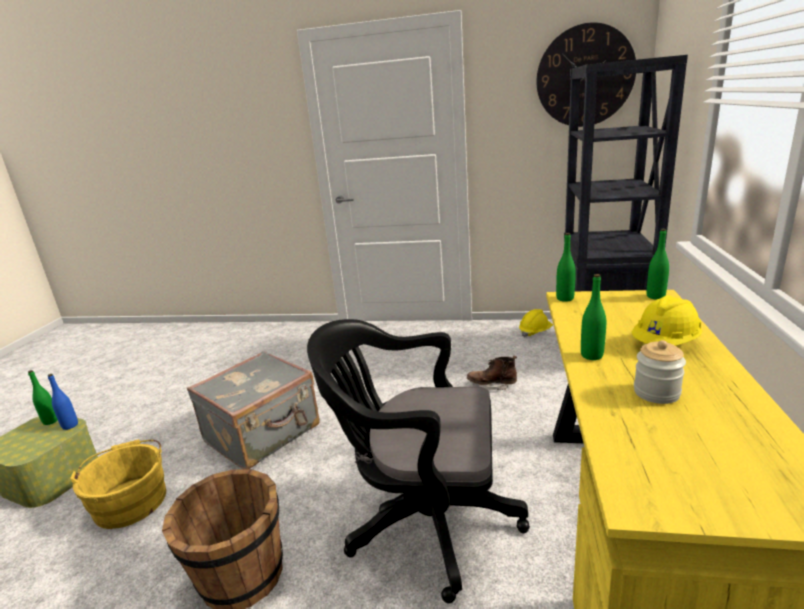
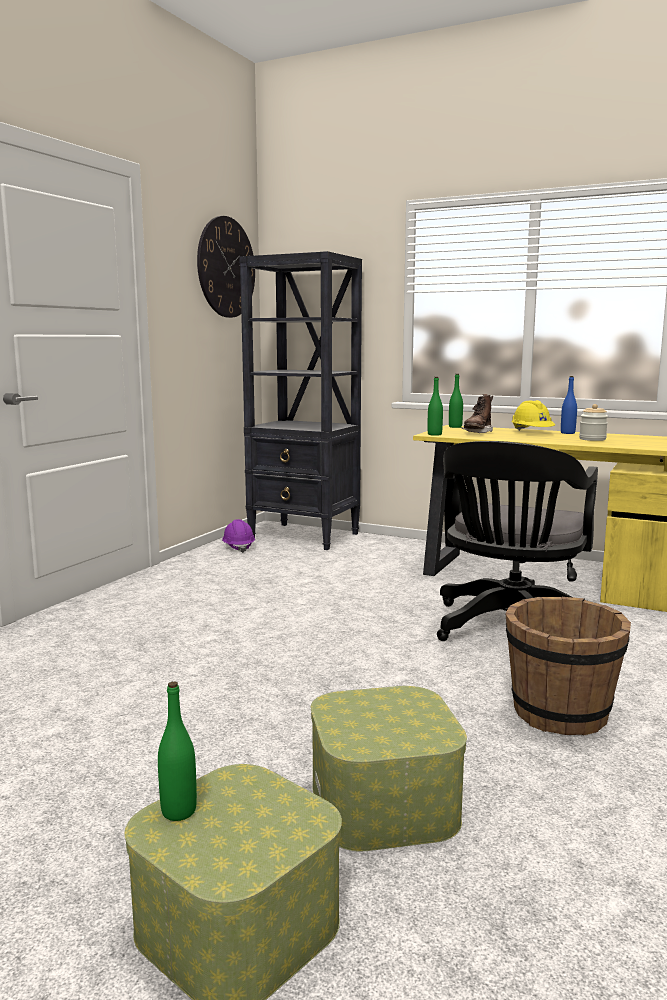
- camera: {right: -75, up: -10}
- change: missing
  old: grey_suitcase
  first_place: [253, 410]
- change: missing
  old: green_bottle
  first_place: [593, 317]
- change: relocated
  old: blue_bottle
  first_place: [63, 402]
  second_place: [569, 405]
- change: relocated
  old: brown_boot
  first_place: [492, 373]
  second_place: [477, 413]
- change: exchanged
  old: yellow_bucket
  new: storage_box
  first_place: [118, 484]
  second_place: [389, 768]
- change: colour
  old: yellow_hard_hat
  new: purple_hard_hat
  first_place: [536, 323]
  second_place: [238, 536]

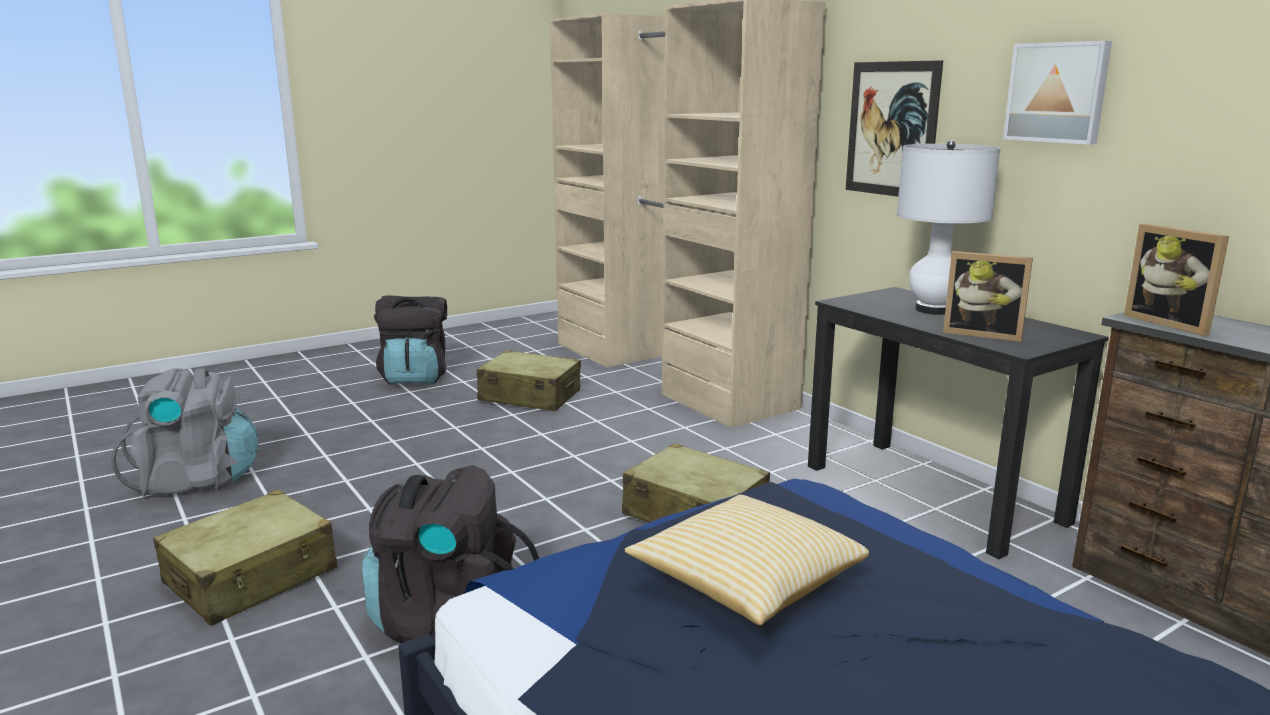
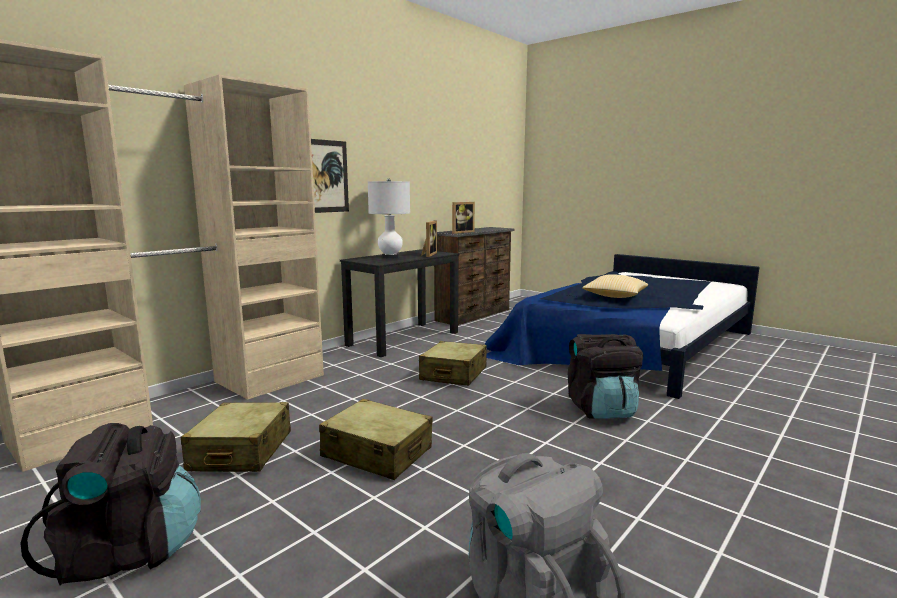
- camera: {right: -105, up: -5}
- change: missing
  old: picture
  first_place: [1057, 93]
- change: relocated
  old: beige_suitcase
  first_place: [245, 558]
  second_place: [376, 439]

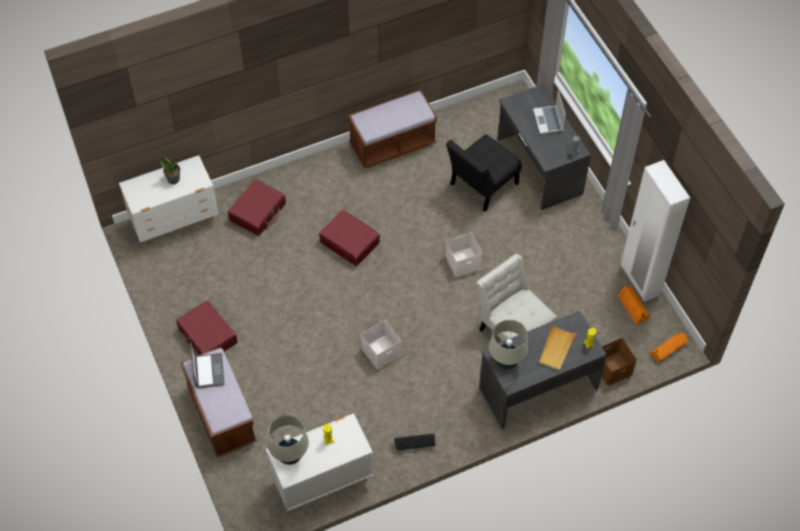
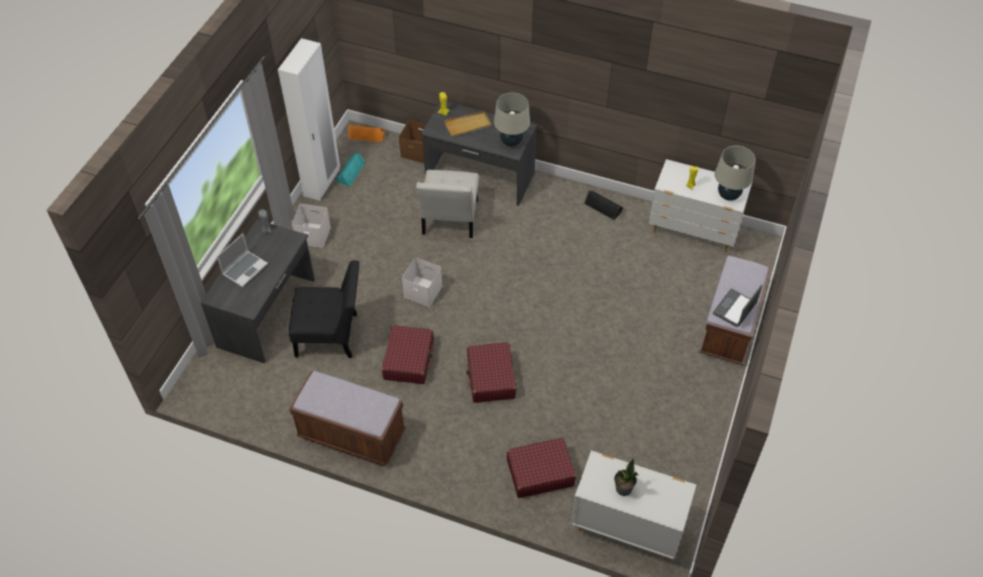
- camera: {right: -135, up: -5}
- change: relocated
  old: red_suitcase
  first_place: [206, 327]
  second_place: [408, 354]
- change: relocated
  old: white_storage_box
  first_place: [381, 344]
  second_place: [311, 225]
- change: colour
  old: orange_speaker
  new: turquoise_speaker
  first_place: [634, 305]
  second_place: [351, 169]

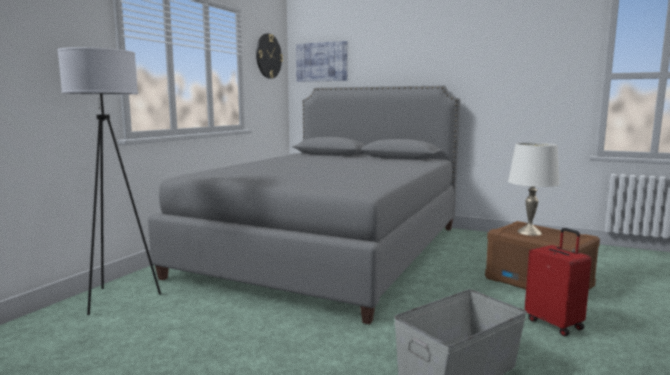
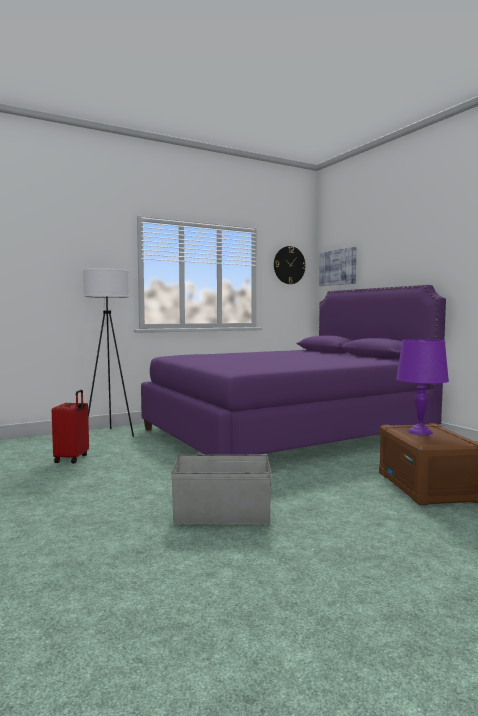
- camera: {right: 35, up: -5}
- change: relocated
  old: red_suitcase
  first_place: [558, 282]
  second_place: [70, 427]
- change: colour
  old: grey_bed
  new: purple_bed
  first_place: [304, 205]
  second_place: [293, 370]
- change: colour
  old: white_table_lamp
  new: purple_table_lamp
  first_place: [534, 189]
  second_place: [422, 387]

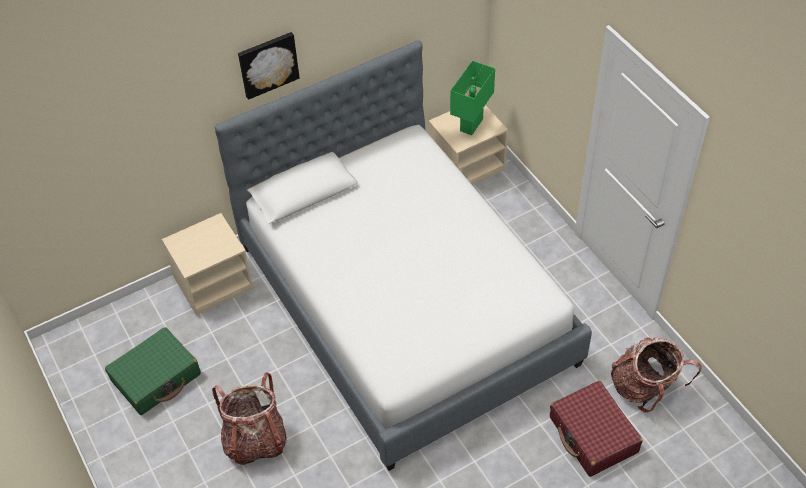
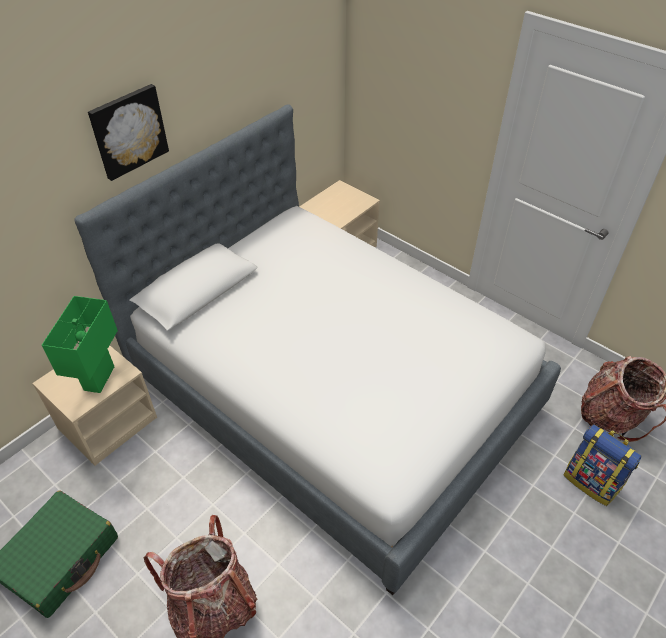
- camera: {right: -20, up: -5}
- change: relocated
  old: green_table_lamp
  first_place: [472, 98]
  second_place: [80, 344]
- change: exchanged
  old: red_suitcase
  new: backpack
  first_place: [596, 429]
  second_place: [602, 465]

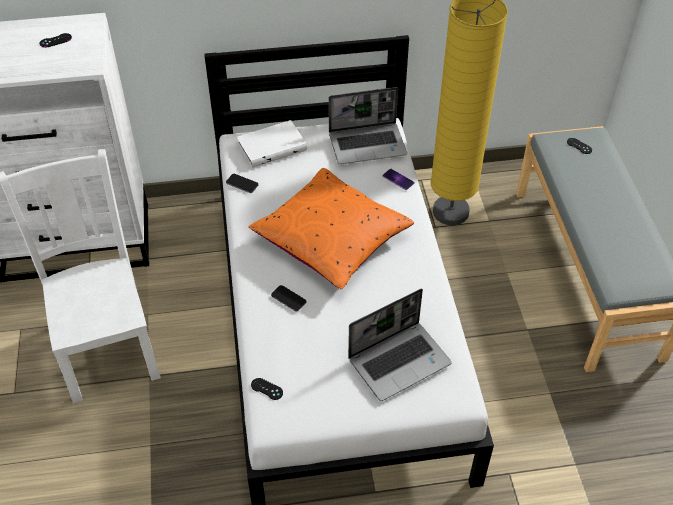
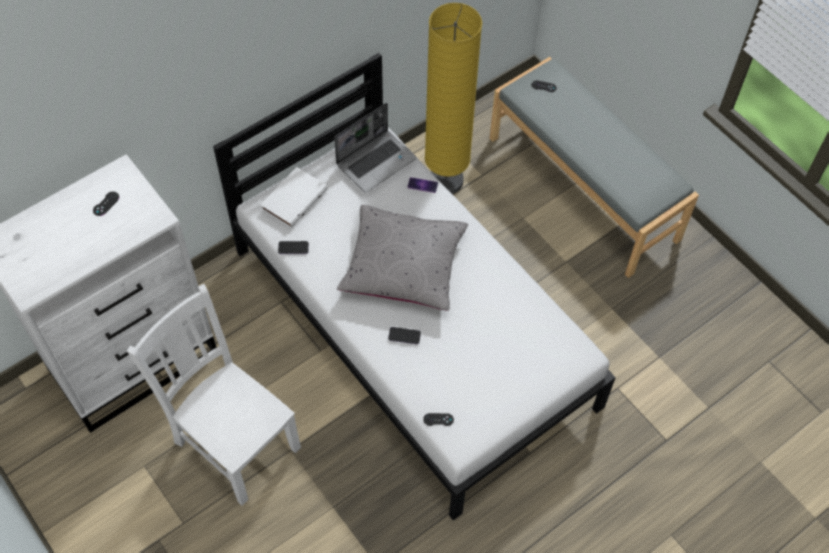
- camera: {right: -30, up: 10}
- change: missing
  old: laptop
  first_place: [400, 344]
- change: colour
  old: orange_pillow
  new: grey_pillow
  first_place: [331, 228]
  second_place: [402, 258]

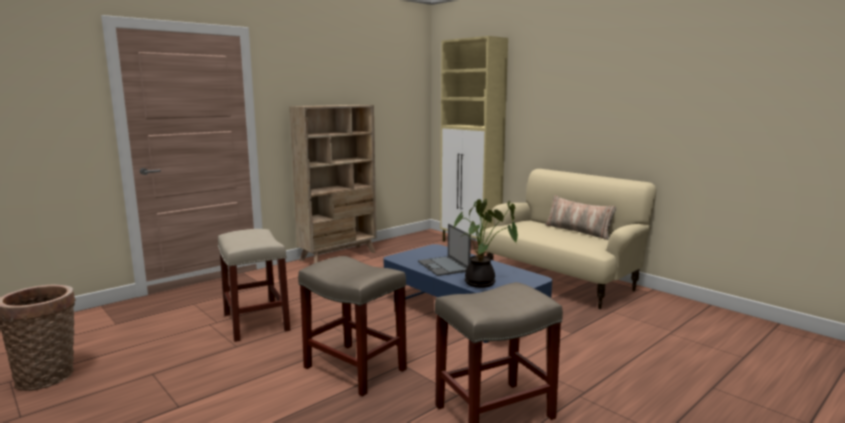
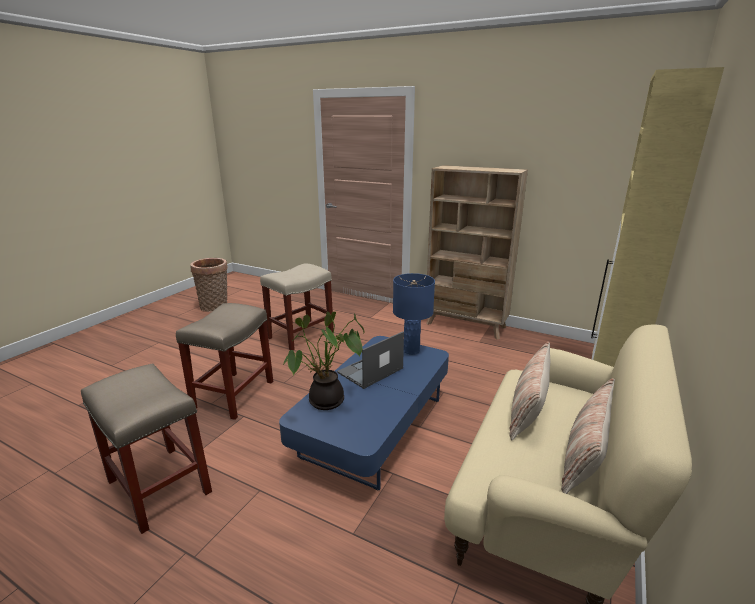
- camera: {right: 70, up: 10}
- change: appeared
  new: blue_table_lamp
  second_place: [414, 314]
- change: appeared
  new: pillow
  second_place: [530, 391]

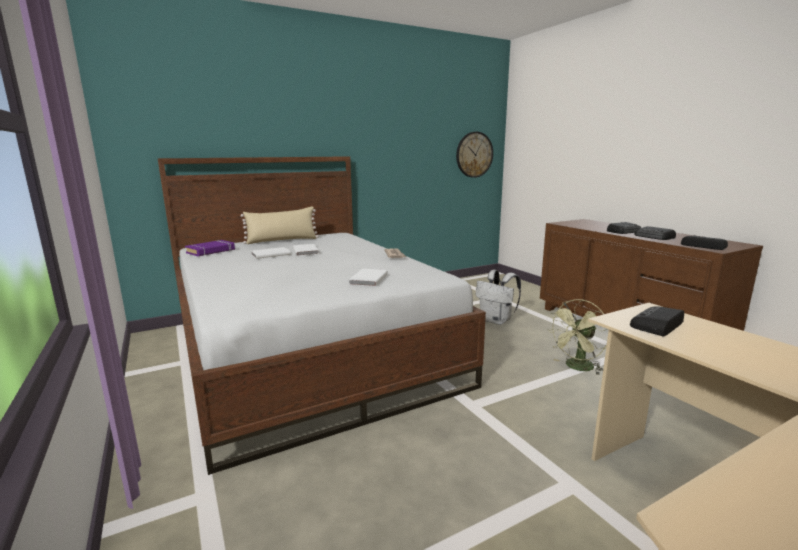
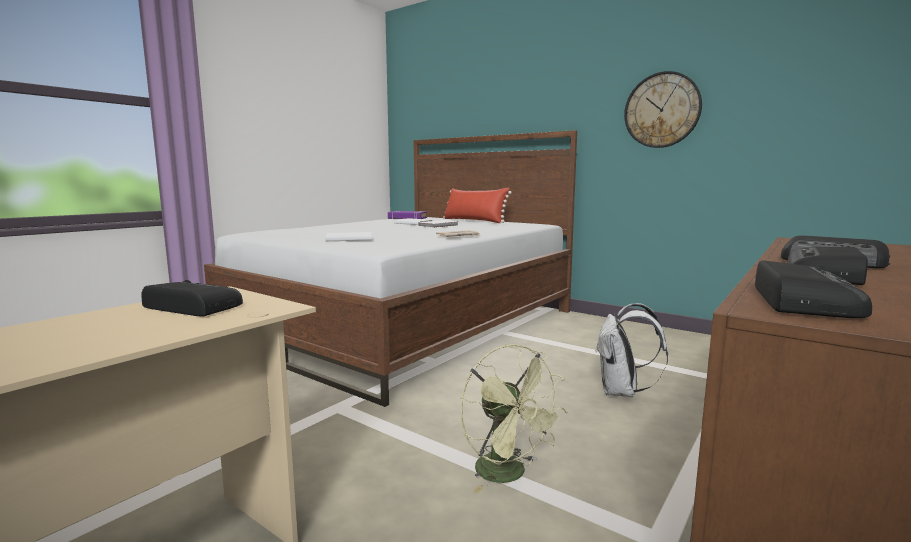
- camera: {right: 65, up: -5}
- change: relocated
  old: wall_clock
  first_place: [474, 155]
  second_place: [663, 109]
- change: colour
  old: beige_pillow
  new: red_pillow
  first_place: [280, 225]
  second_place: [477, 205]
- change: spun
  old: green_fan
  first_place: [578, 337]
  second_place: [514, 418]
  degrees: -150

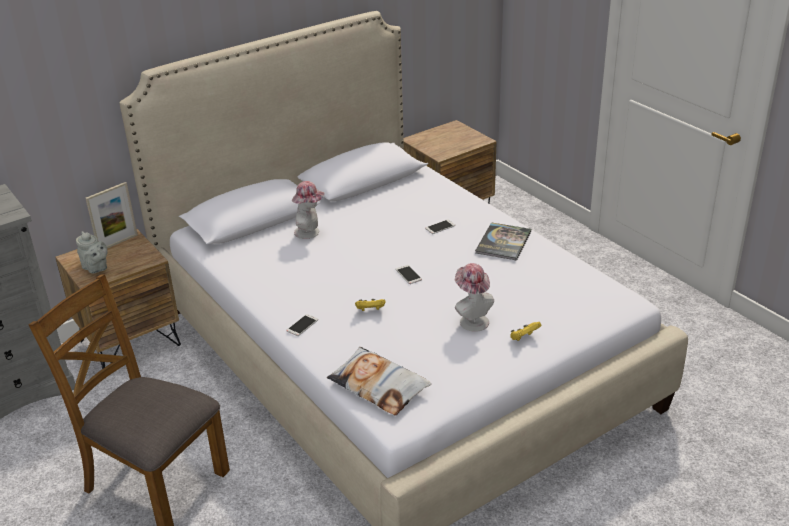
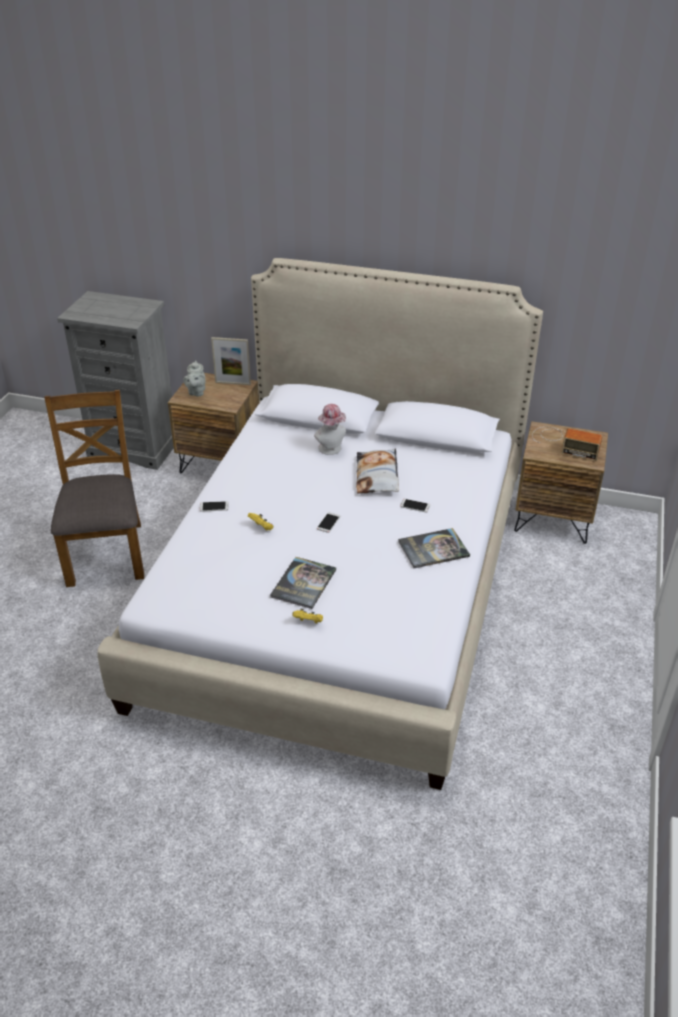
- camera: {right: 50, up: 5}
- change: appeared
  new: radio
  second_place: [567, 444]
- change: relocated
  old: pillow
  first_place: [379, 381]
  second_place: [377, 471]
- change: exchanged
  old: hat
  new: book
  first_place: [474, 297]
  second_place: [303, 583]

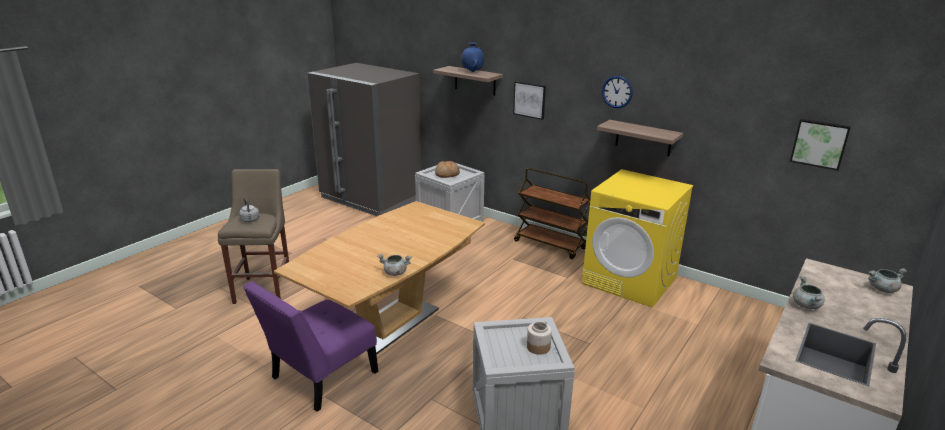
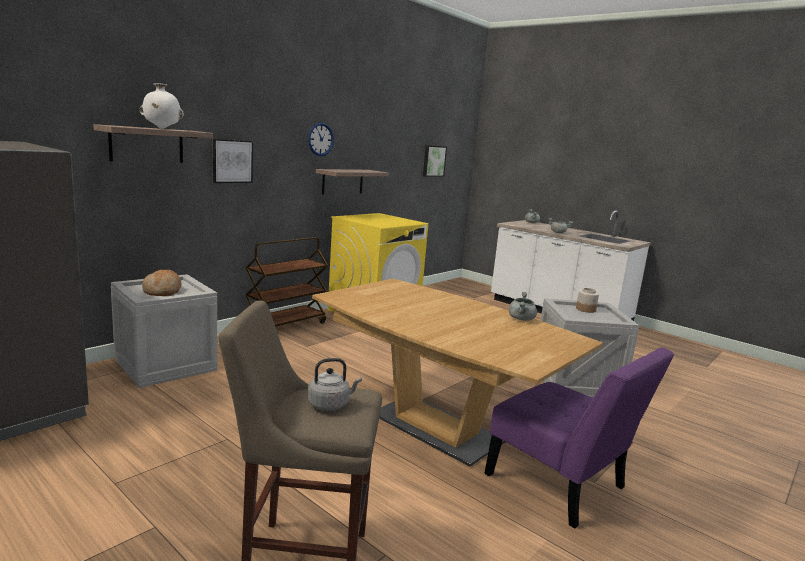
- camera: {right: -85, up: -10}
- change: colour
  old: blue_vase
  new: white_vase
  first_place: [472, 57]
  second_place: [161, 106]

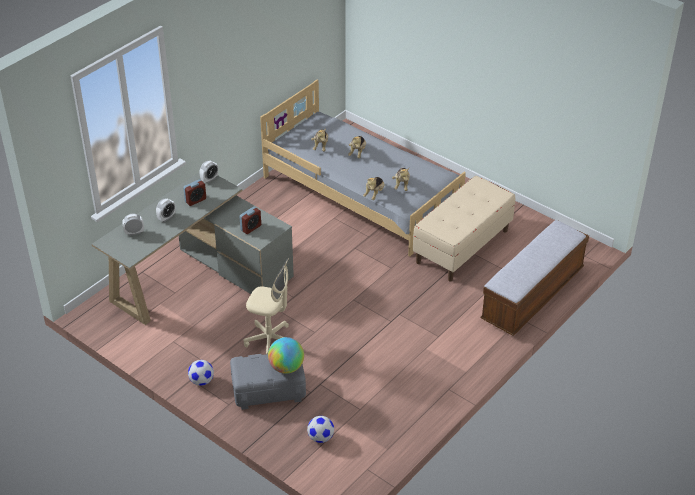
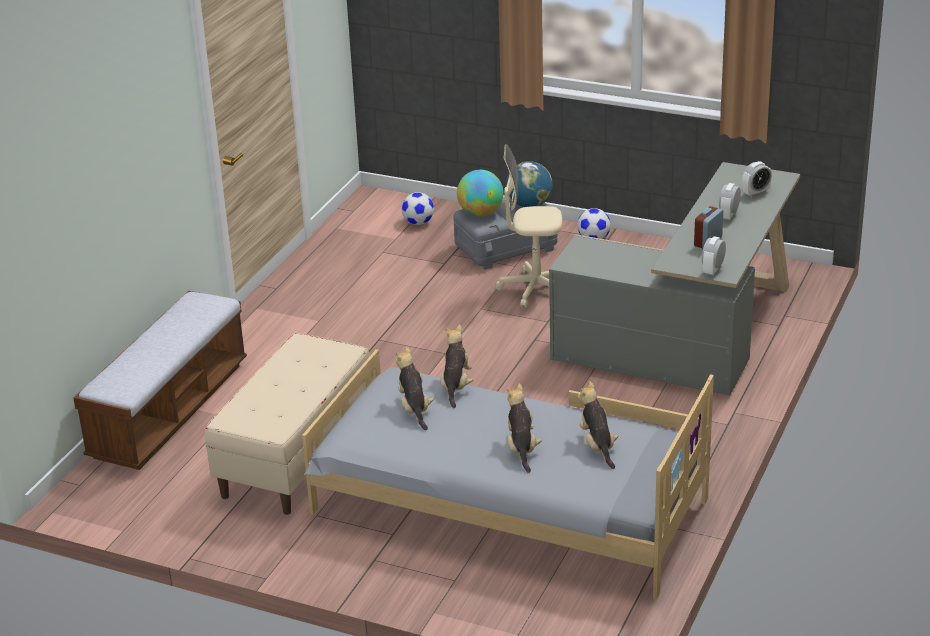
- camera: {right: 165, up: -10}
- change: missing
  old: alarm_clock
  first_place: [250, 220]
- change: appeared
  new: globe
  second_place: [529, 184]

